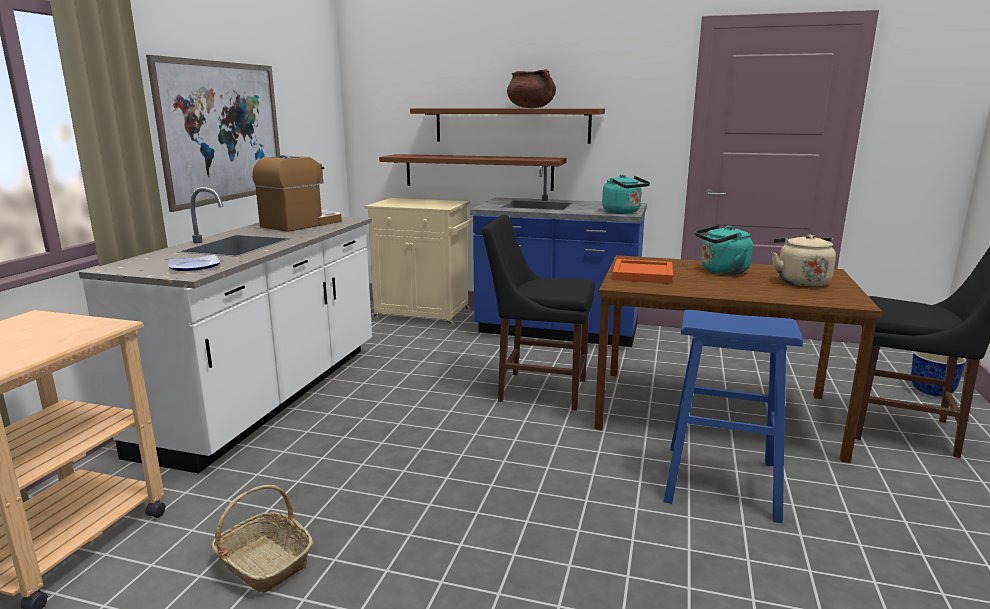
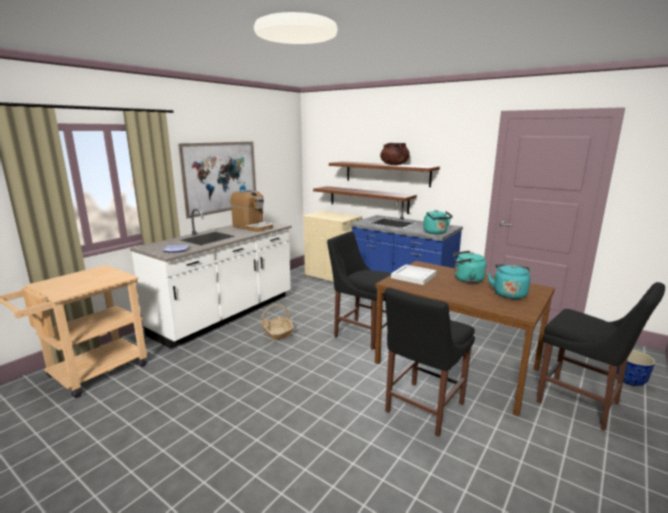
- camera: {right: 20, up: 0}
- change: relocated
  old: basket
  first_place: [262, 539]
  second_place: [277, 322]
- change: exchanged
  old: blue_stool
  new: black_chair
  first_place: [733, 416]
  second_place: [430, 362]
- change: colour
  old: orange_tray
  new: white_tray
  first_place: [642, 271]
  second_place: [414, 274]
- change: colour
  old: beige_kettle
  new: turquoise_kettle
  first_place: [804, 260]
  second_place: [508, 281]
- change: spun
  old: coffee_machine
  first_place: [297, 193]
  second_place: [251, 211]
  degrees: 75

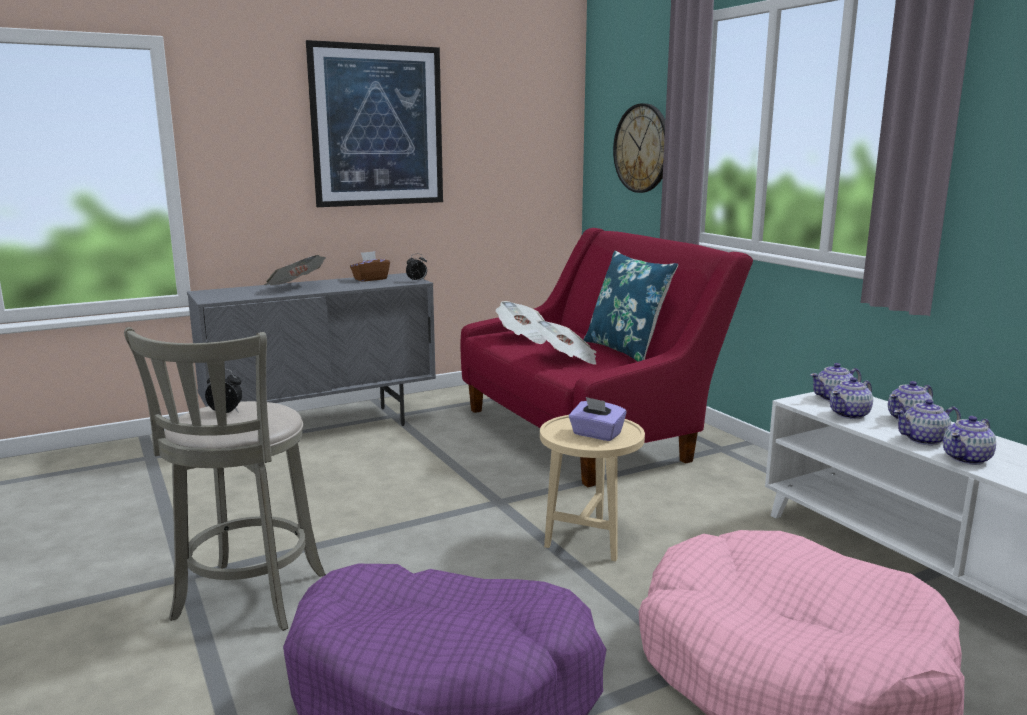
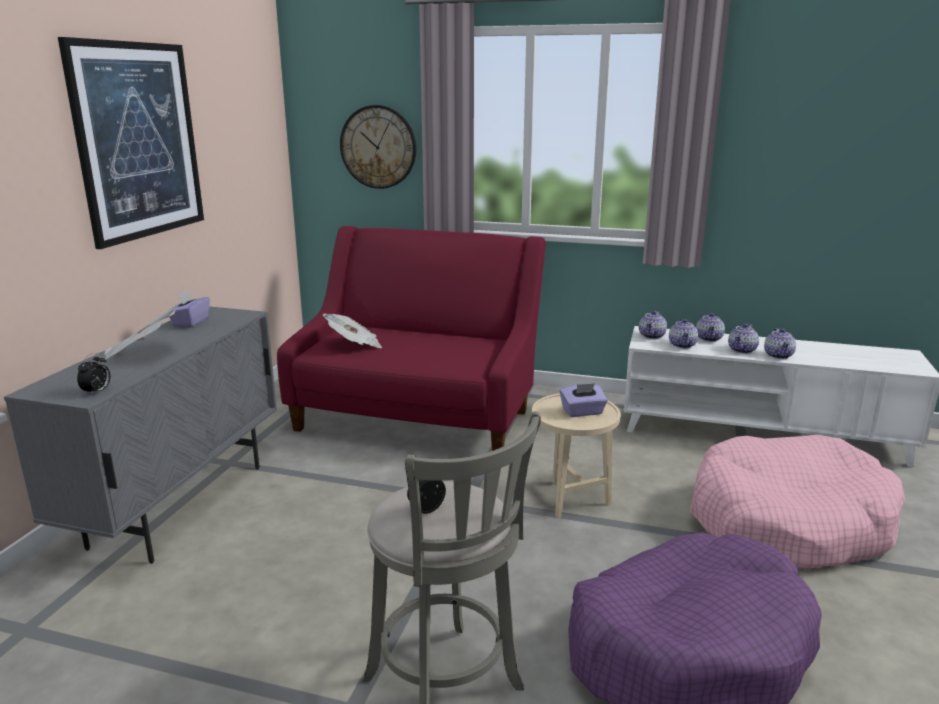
- camera: {right: -45, up: 5}
- change: missing
  old: newspaper
  first_place: [566, 342]
- change: missing
  old: blue_pillow
  first_place: [630, 306]
- change: relocated
  old: alarm_clock
  first_place: [416, 268]
  second_place: [93, 374]
- change: colour
  old: brown_tissue_box
  new: purple_tissue_box
  first_place: [370, 266]
  second_place: [189, 309]

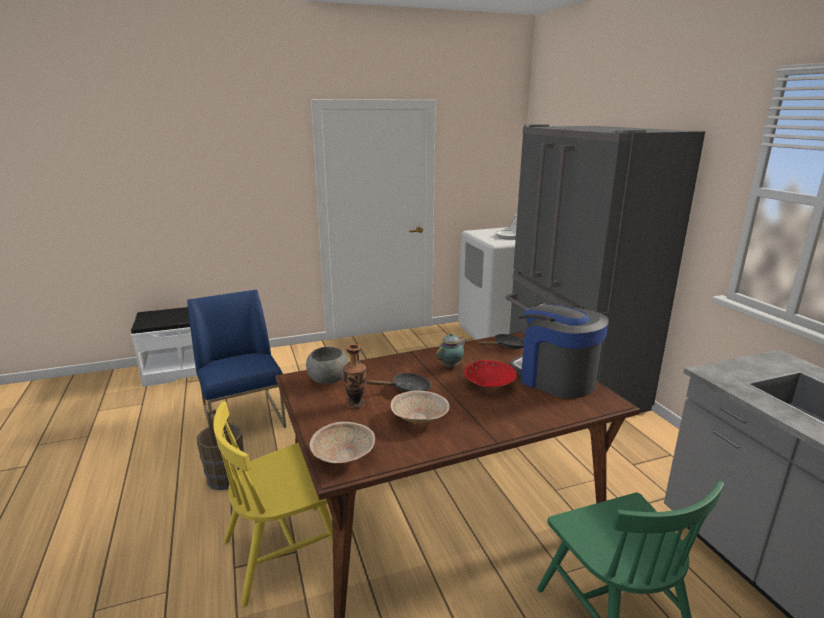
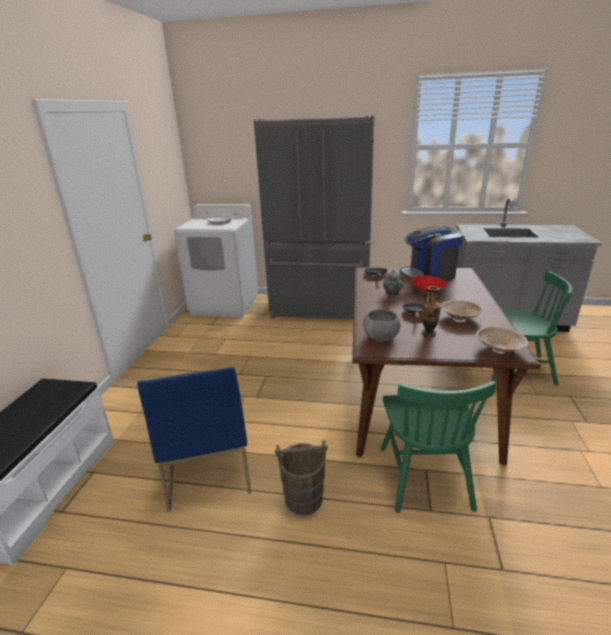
- camera: {right: -60, up: 5}
- change: colour
  old: yellow_chair
  new: green_chair
  first_place: [273, 504]
  second_place: [438, 447]
- change: spun
  old: blue_chair
  first_place: [236, 358]
  second_place: [194, 439]
  degrees: -105

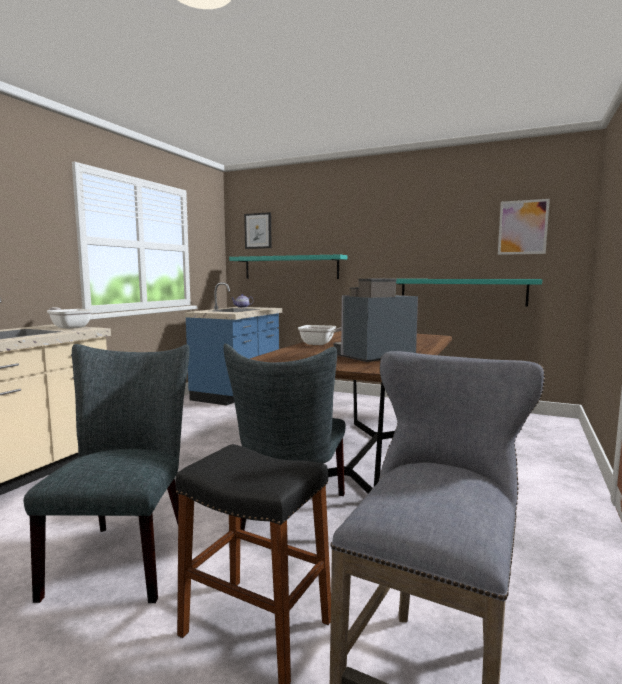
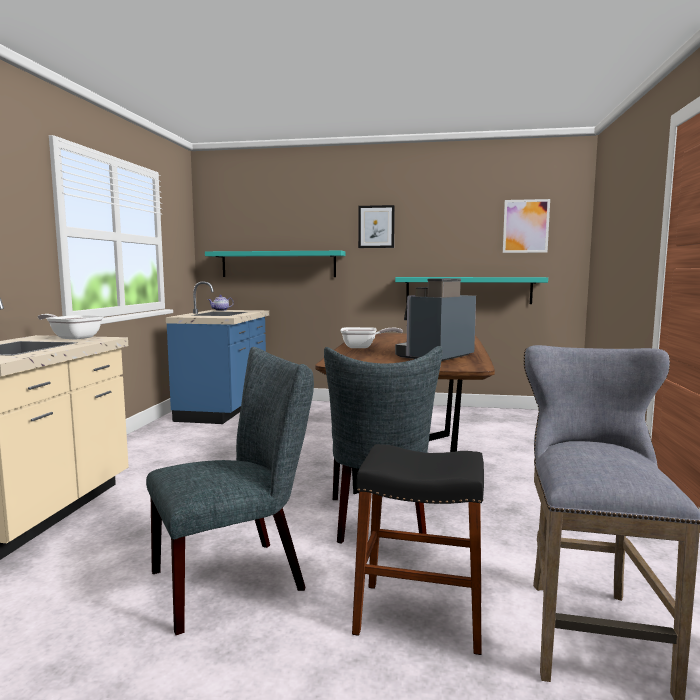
- camera: {right: -15, up: 0}
- change: relocated
  old: picture
  first_place: [258, 230]
  second_place: [376, 226]
- change: spun
  old: grey_chair
  first_place: [107, 473]
  second_place: [230, 491]
  degrees: 75

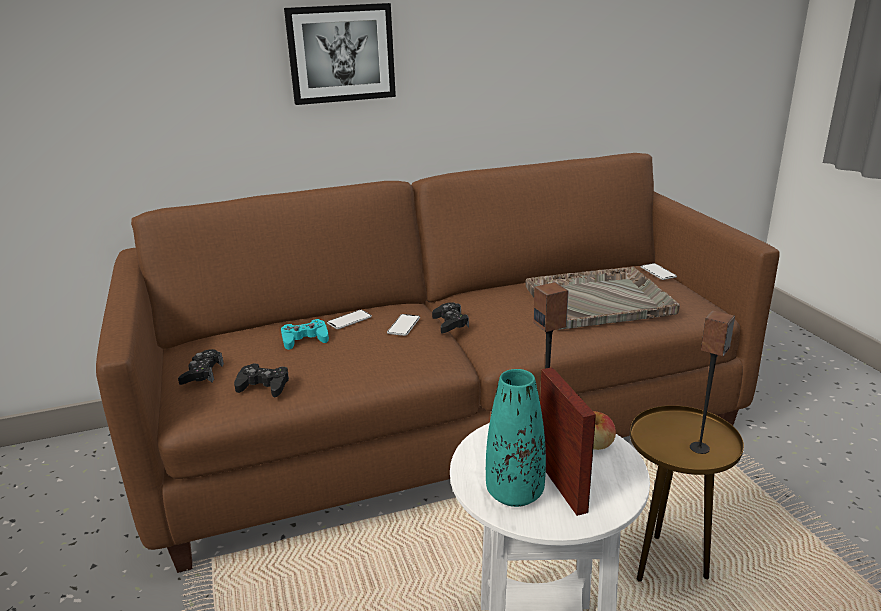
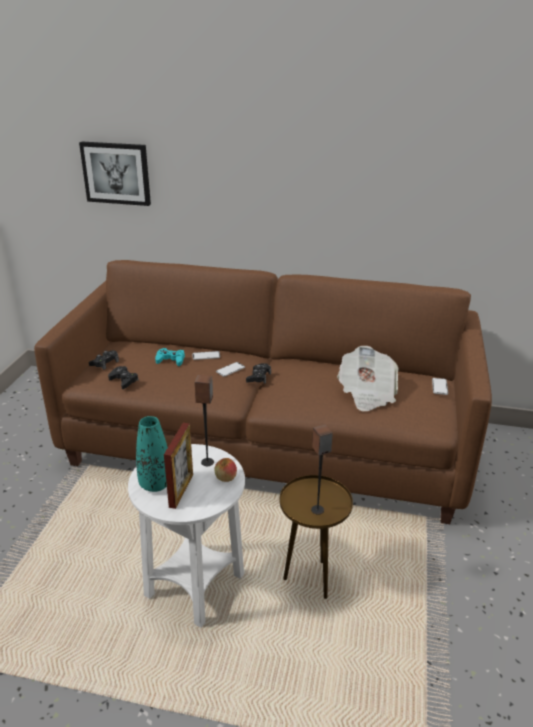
- camera: {right: 30, up: 5}
- change: relocated
  old: picture
  first_place: [340, 54]
  second_place: [115, 174]
- change: exchanged
  old: grey_tray
  new: newspaper
  first_place: [603, 298]
  second_place: [367, 379]

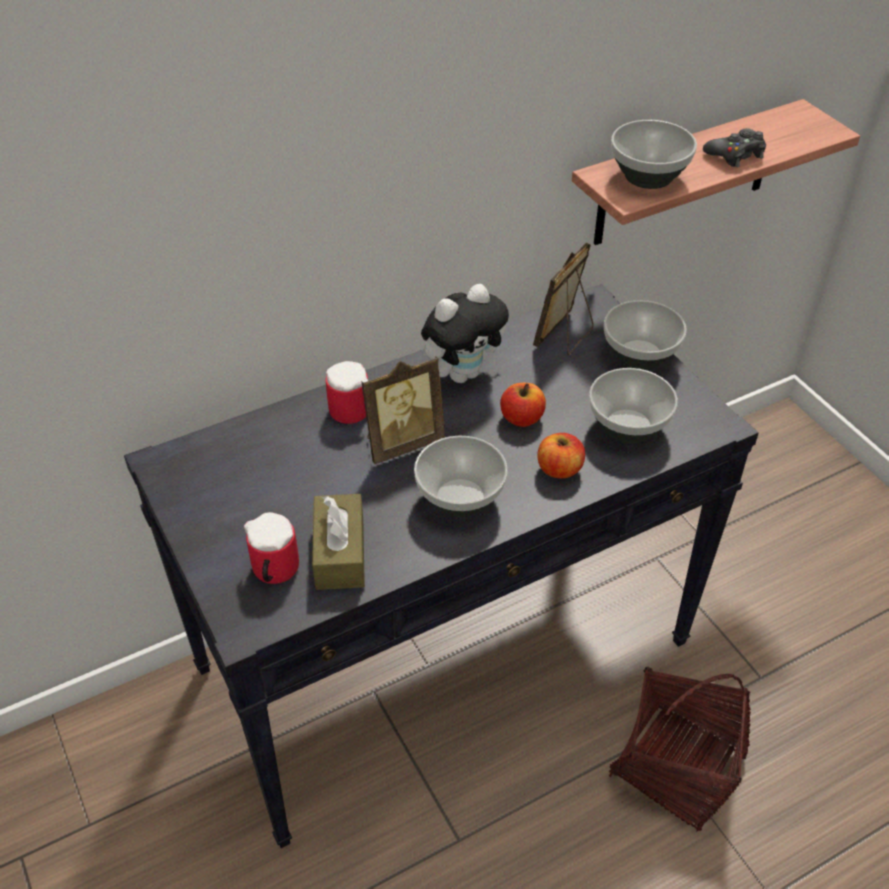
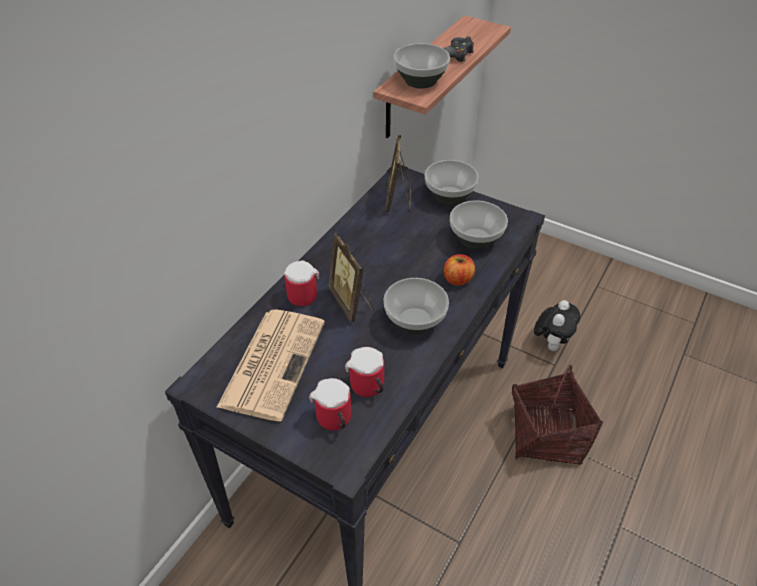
- camera: {right: -30, up: 0}
- change: missing
  old: apple
  first_place: [523, 405]
- change: appeared
  new: newspaper
  second_place: [271, 365]
- change: relocated
  old: plush_toy
  first_place: [465, 333]
  second_place: [557, 325]
- change: exchanged
  old: brown_tissue_box
  new: mug
  first_place: [338, 542]
  second_place: [364, 372]
- change: spun
  old: picture_frame
  first_place: [403, 410]
  second_place: [351, 278]
  degrees: 120

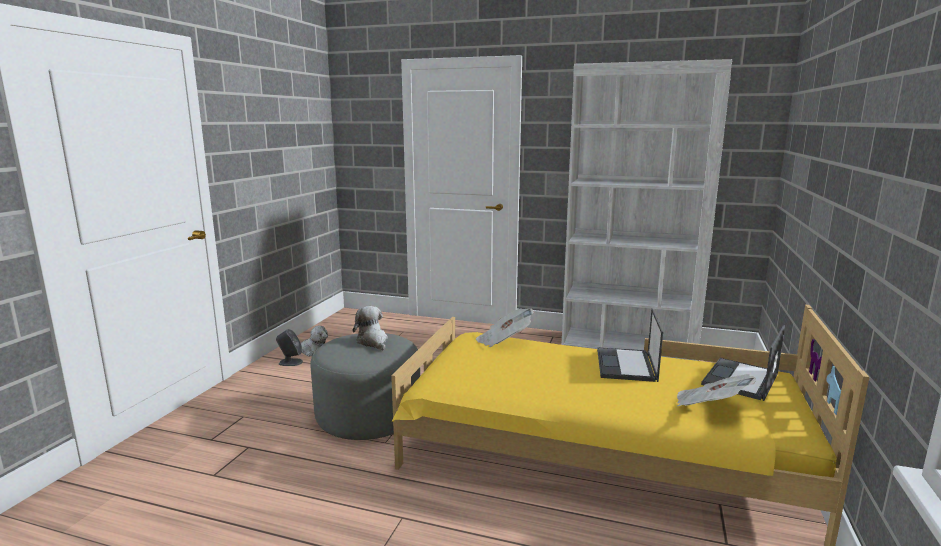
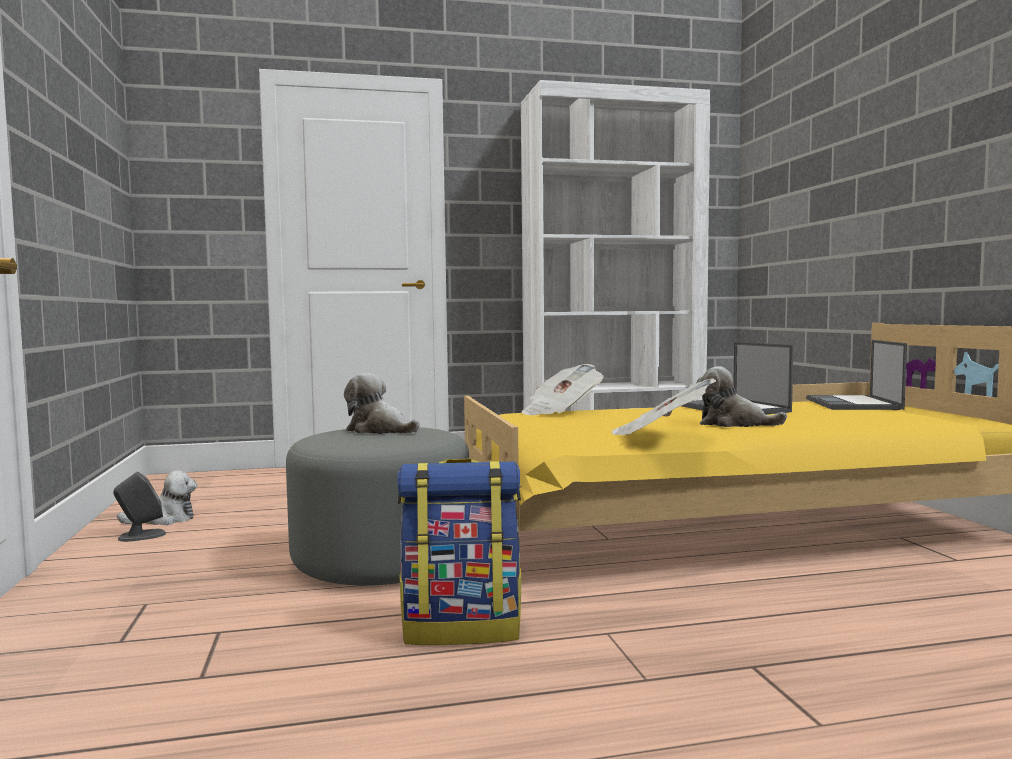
- camera: {right: -30, up: -10}
- change: appeared
  new: backpack
  second_place: [459, 551]
- change: appeared
  new: plush_toy
  second_place: [742, 397]
- change: relocated
  old: newspaper
  first_place: [716, 390]
  second_place: [663, 407]

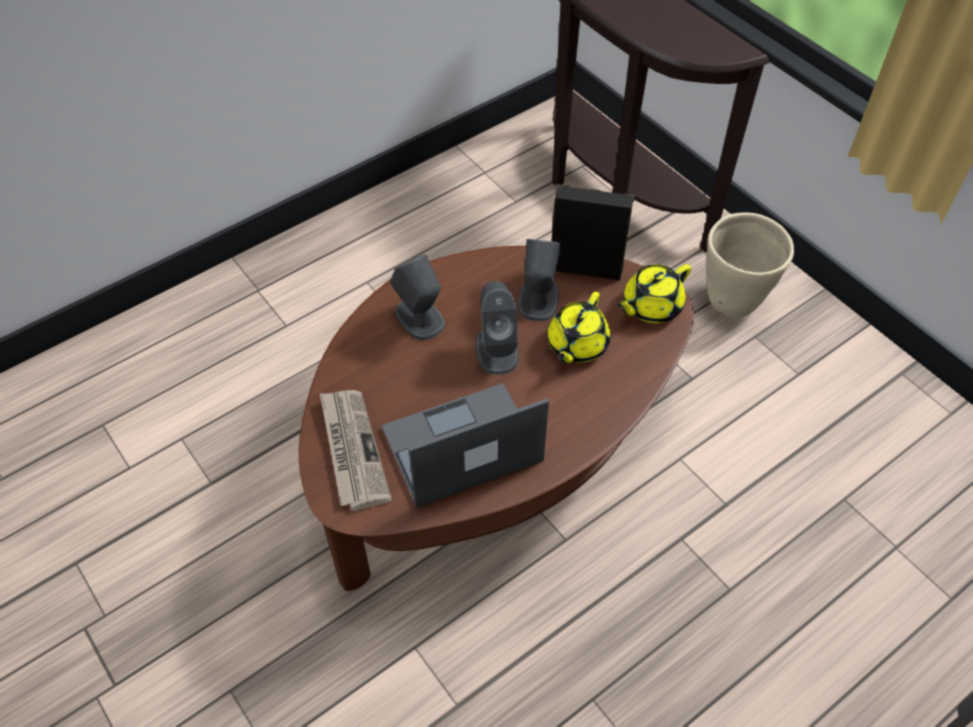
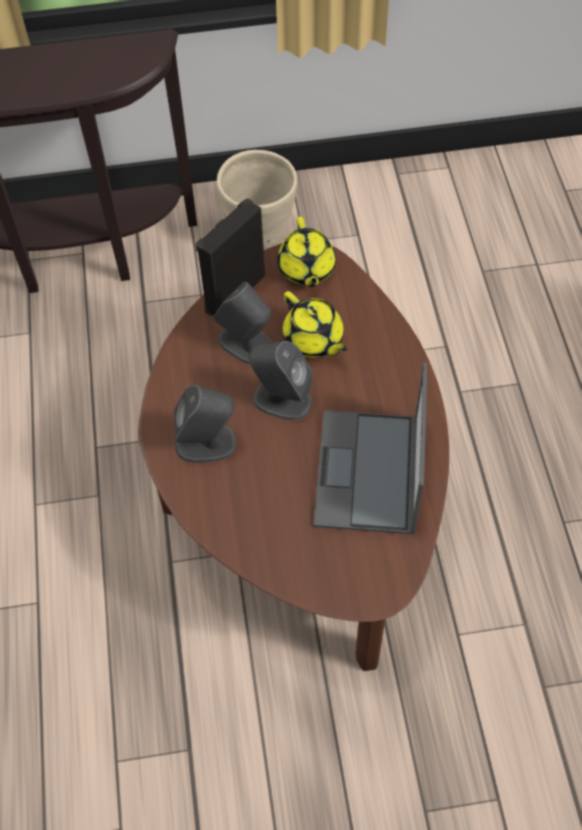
- camera: {right: -60, up: 5}
- change: missing
  old: newspaper
  first_place: [356, 450]

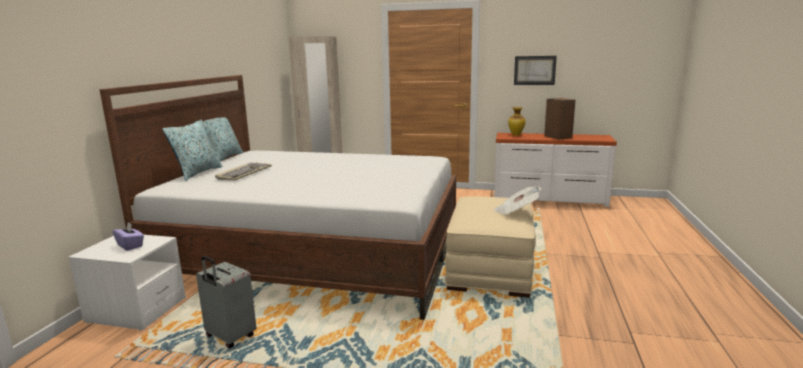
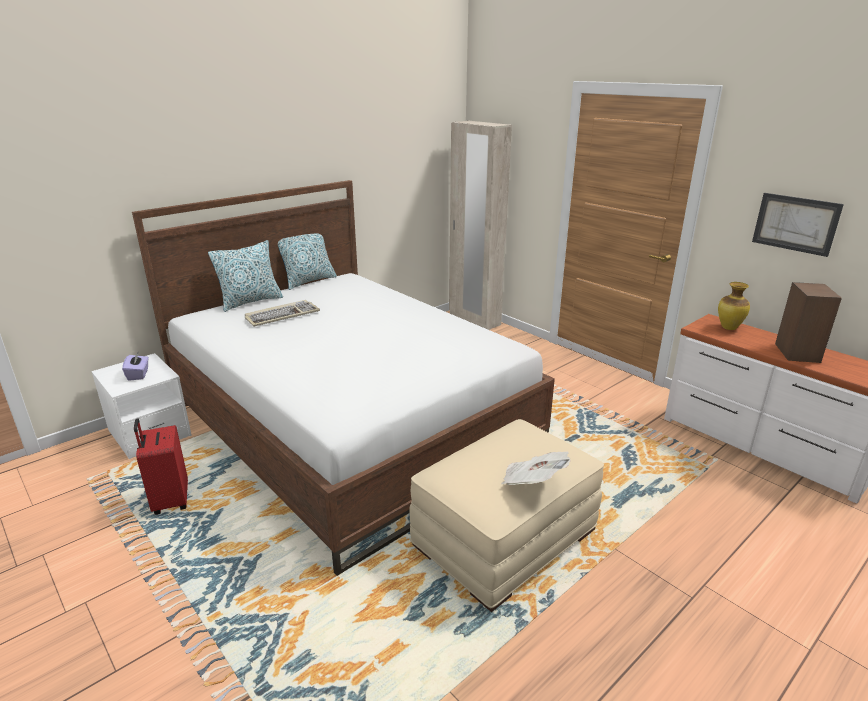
- camera: {right: 35, up: 10}
- change: colour
  old: grey_suitcase
  new: red_suitcase
  first_place: [226, 302]
  second_place: [161, 466]

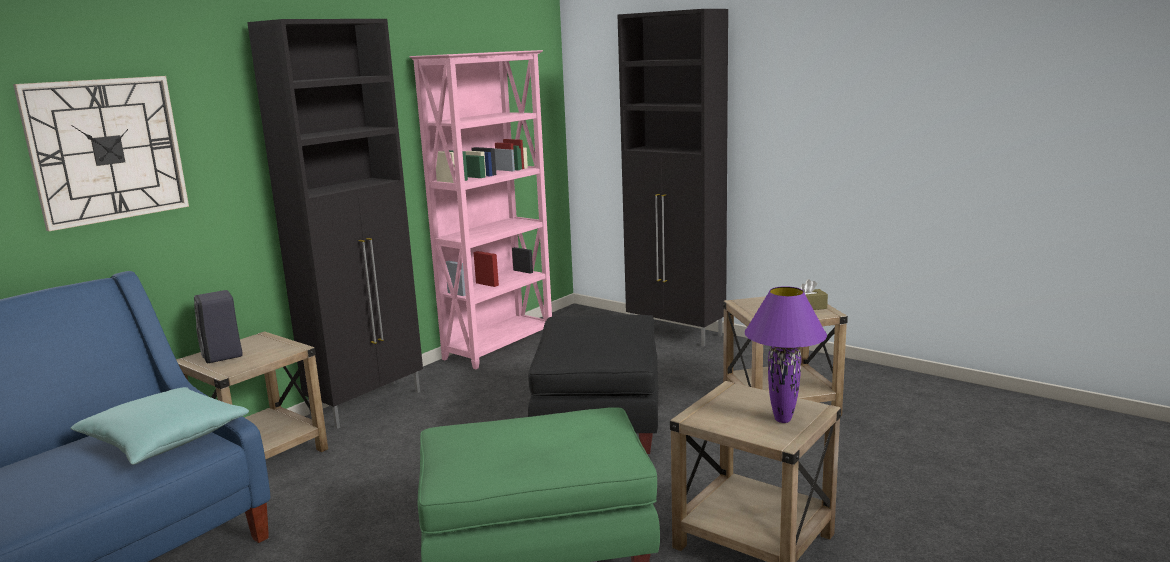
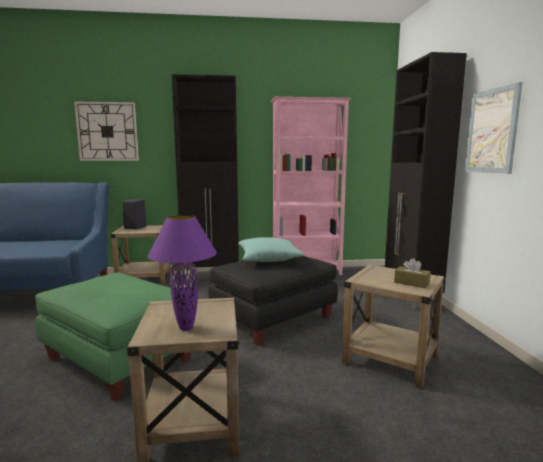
- camera: {right: 45, up: -5}
- change: appeared
  new: picture
  second_place: [494, 128]
- change: relocated
  old: turquoise_pillow
  first_place: [159, 426]
  second_place: [271, 249]

